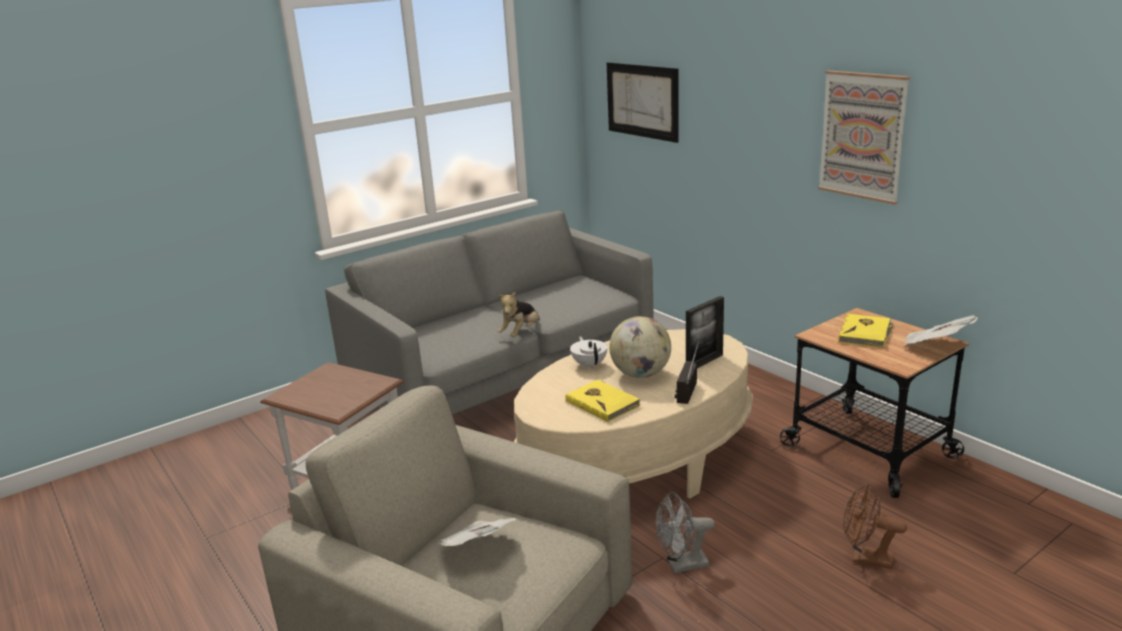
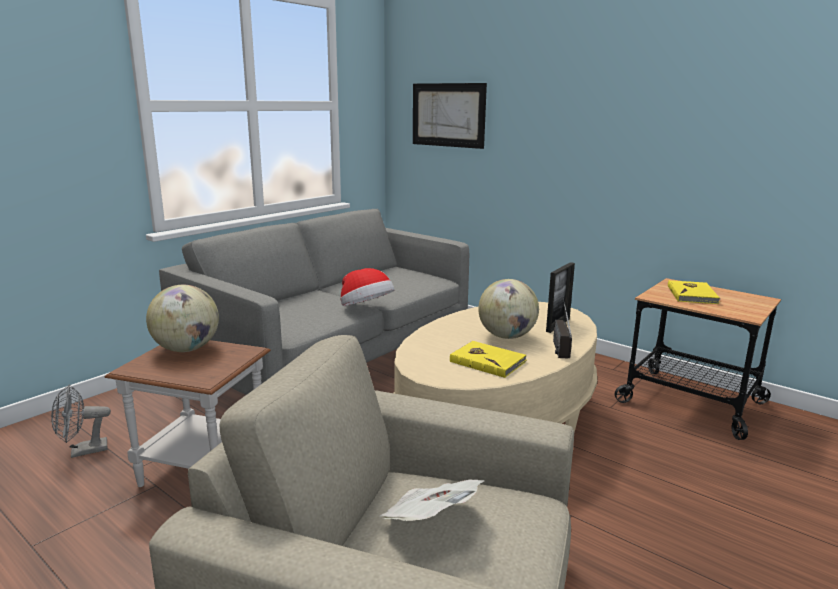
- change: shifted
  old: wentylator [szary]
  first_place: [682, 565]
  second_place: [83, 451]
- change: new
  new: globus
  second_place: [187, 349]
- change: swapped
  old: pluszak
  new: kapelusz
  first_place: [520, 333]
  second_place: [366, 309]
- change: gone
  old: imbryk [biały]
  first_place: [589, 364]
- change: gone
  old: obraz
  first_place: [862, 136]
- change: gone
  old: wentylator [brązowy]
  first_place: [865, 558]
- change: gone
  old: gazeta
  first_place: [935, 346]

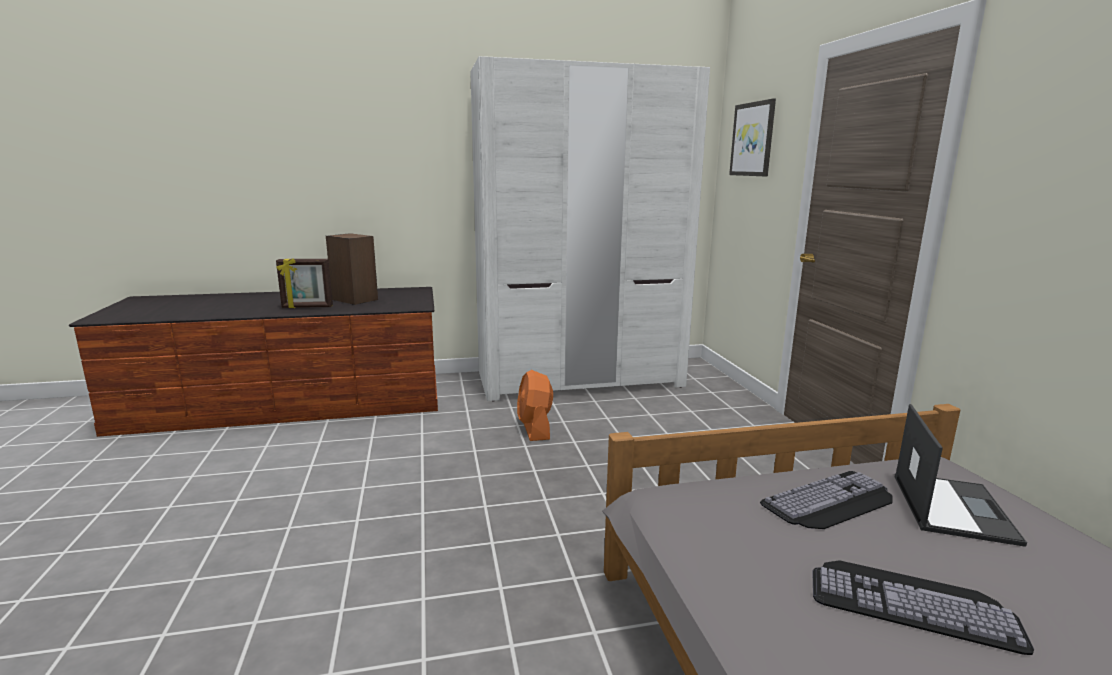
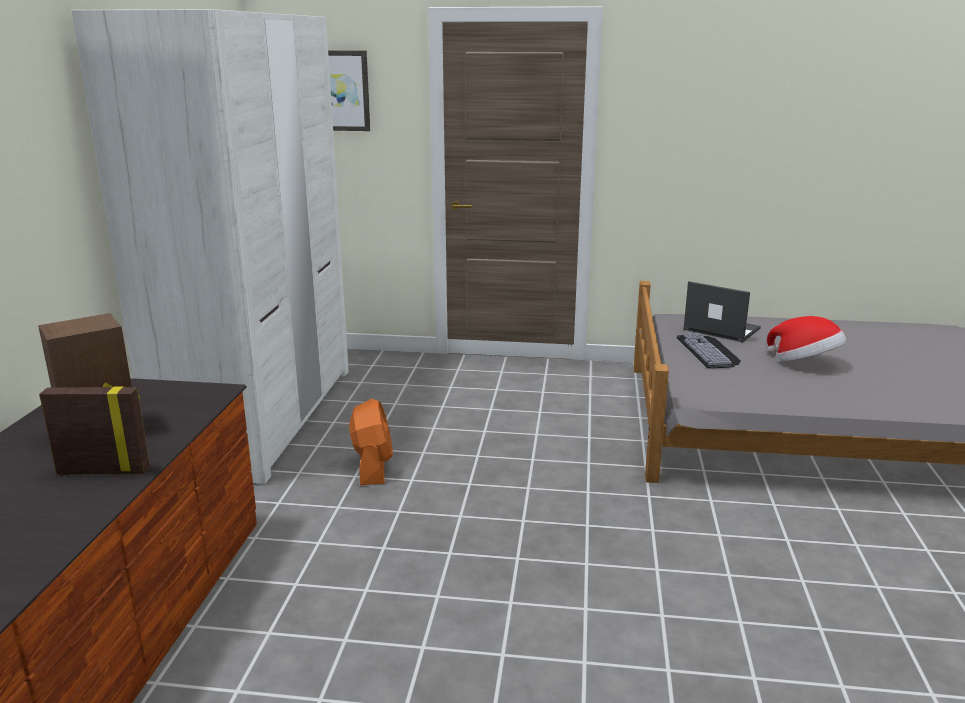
- change: rotated
  old: ramka na zdjęcie
  first_place: [307, 307]
  second_place: [104, 470]
  degrees: -105
- change: rotated
  old: wentylator [pomarańczowy]
  first_place: [535, 428]
  second_place: [373, 467]
  degrees: -105
- change: swapped
  old: klawiatura
  new: kapelusz
  first_place: [913, 601]
  second_place: [805, 363]

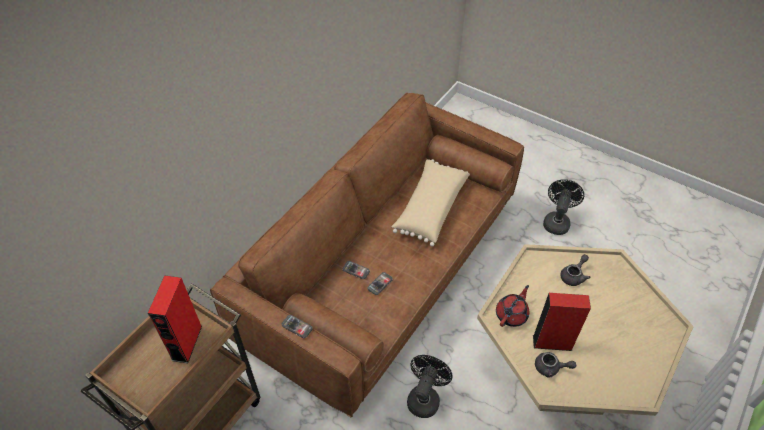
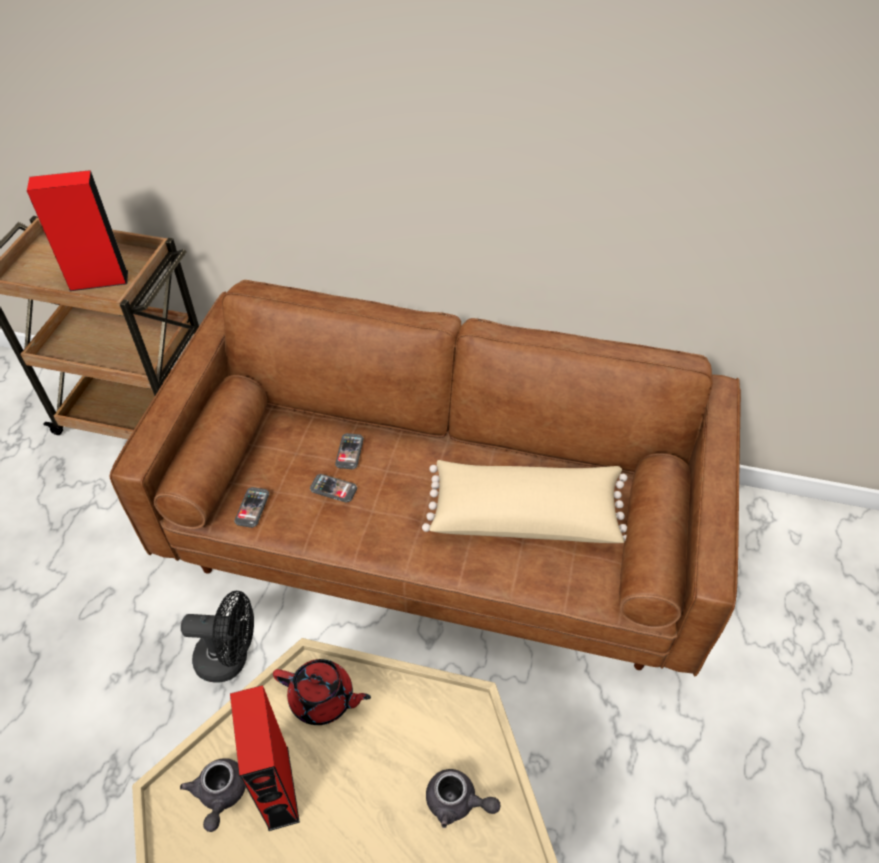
- change: shifted
  old: telefon
  first_place: [297, 327]
  second_place: [252, 508]
- change: gone
  old: wentylator [czarny]
  first_place: [556, 221]

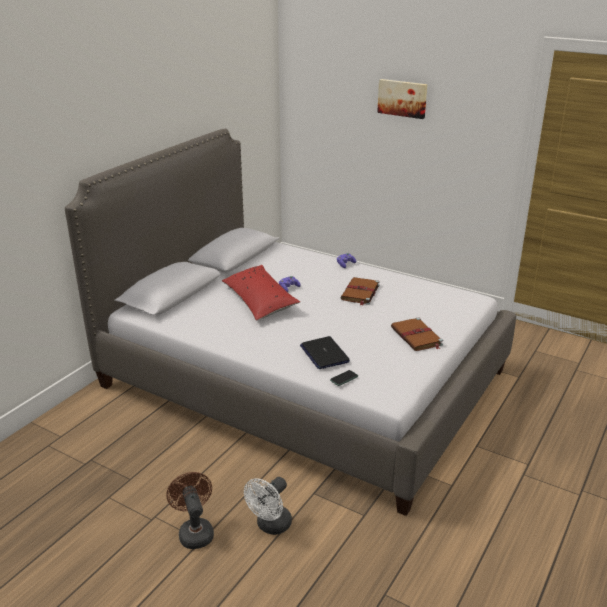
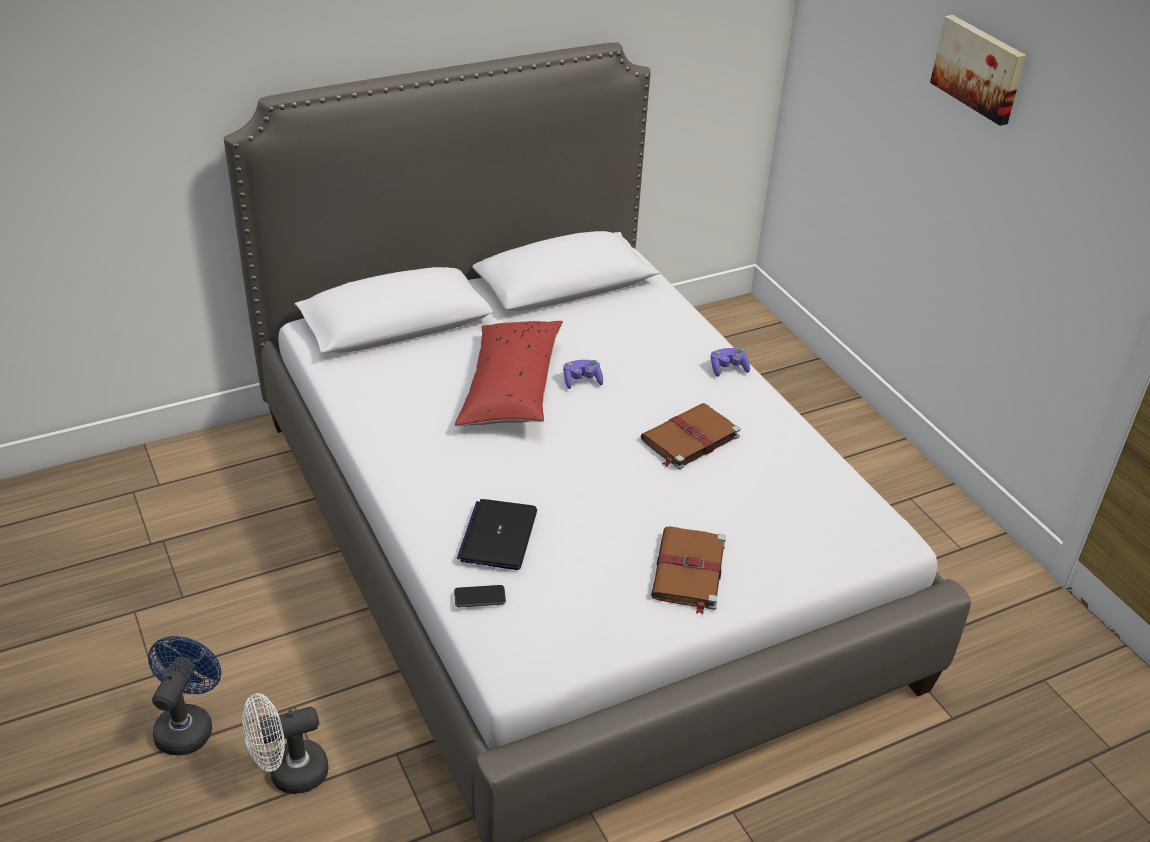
- change: repainted
  old: wentylator [brązowy]
  new: wentylator [niebieski]
  first_place: [194, 532]
  second_place: [187, 725]

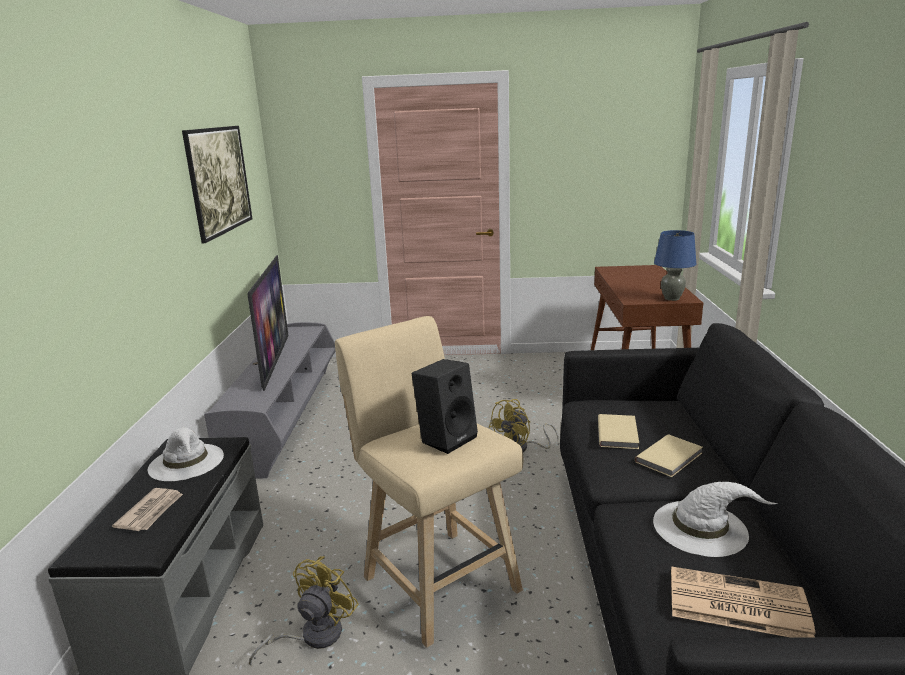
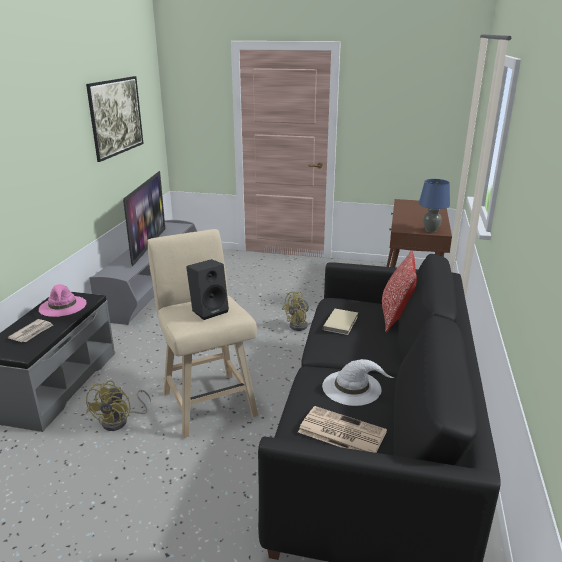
- change: repainted
  old: kapelusz [biały]
  new: kapelusz [różowy]
  first_place: [187, 462]
  second_place: [63, 306]
- change: rotated
  old: wentylator [żółty]
  first_place: [312, 636]
  second_place: [120, 421]
  degrees: 150
- change: new
  new: poduszka
  second_place: [395, 316]
- change: gone
  old: książka [beżowy]
  first_place: [670, 457]

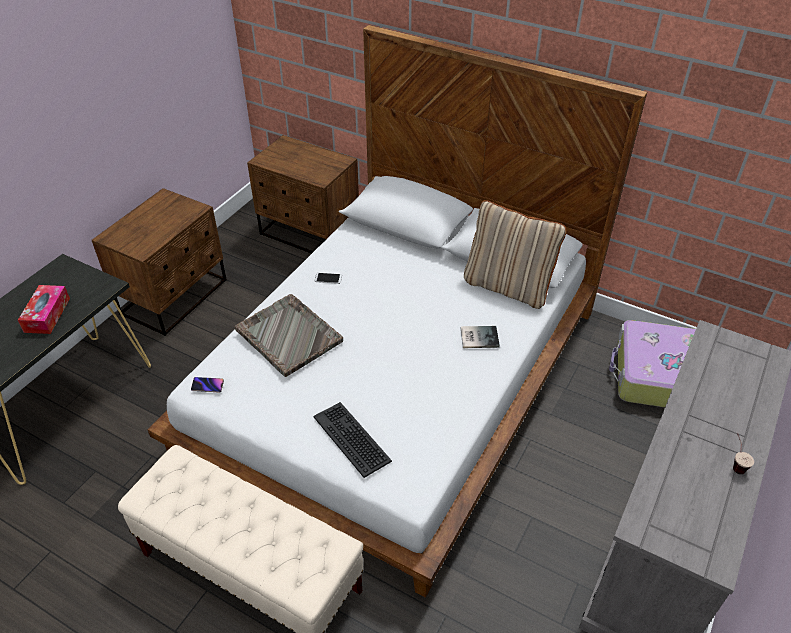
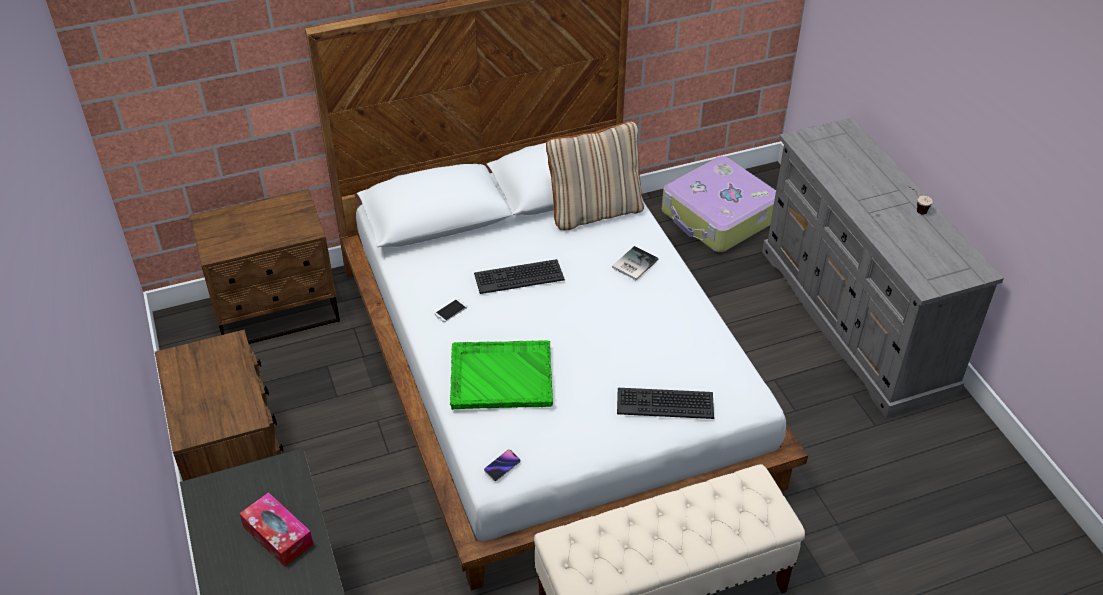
- change: repainted
  old: taca [szary]
  new: taca [zielony]
  first_place: [288, 335]
  second_place: [500, 376]
- change: new
  new: klawiatura
  second_place: [519, 276]

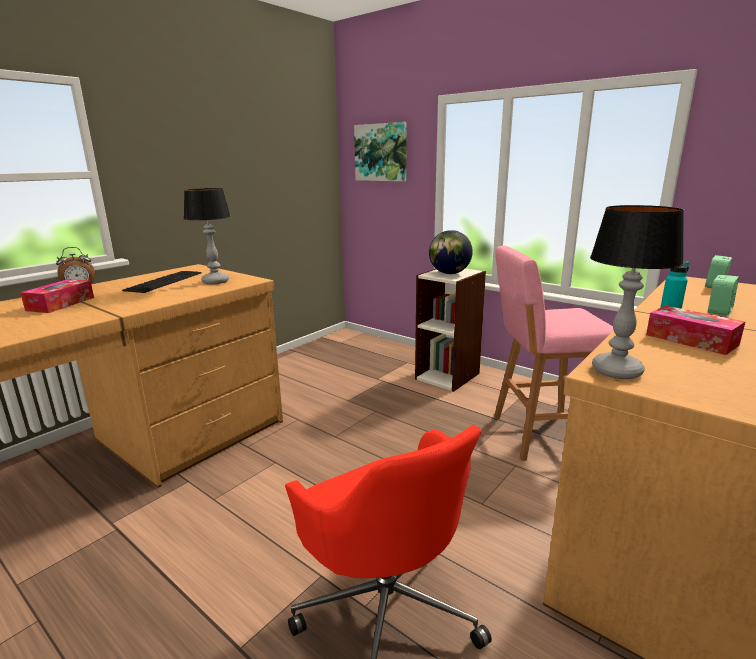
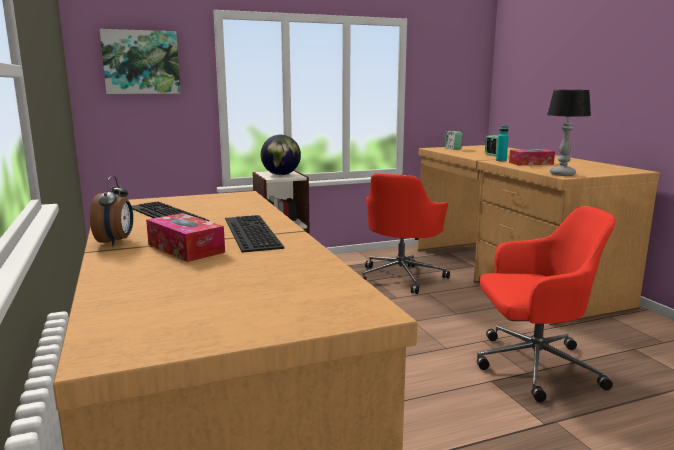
- change: new
  new: klawiatura
  second_place: [249, 232]
- change: swapped
  old: stołek [różowy]
  new: krzesło biurowe [czerwony]
  first_place: [539, 435]
  second_place: [401, 277]
- change: gone
  old: lampa stołowa
  first_place: [216, 281]

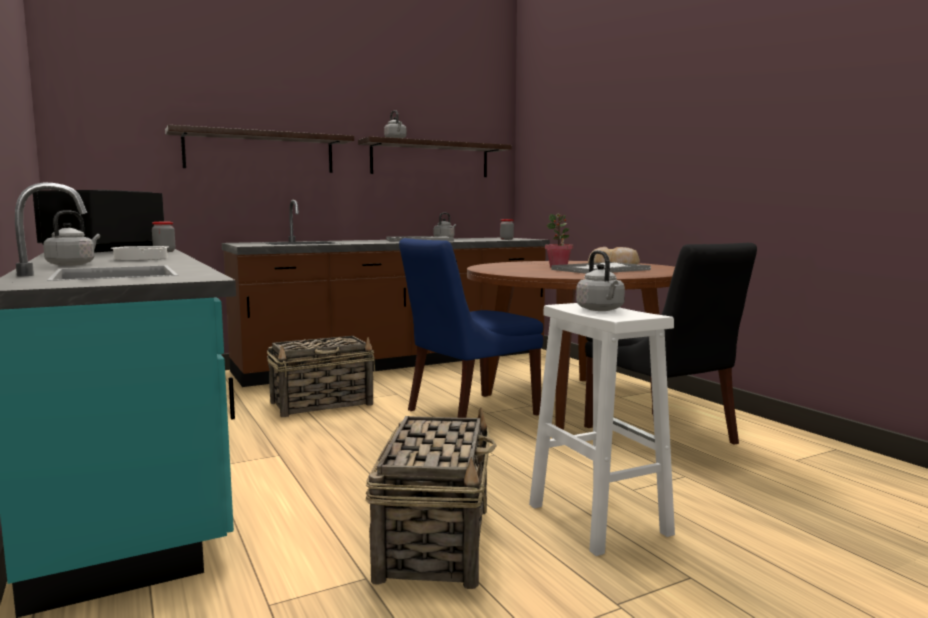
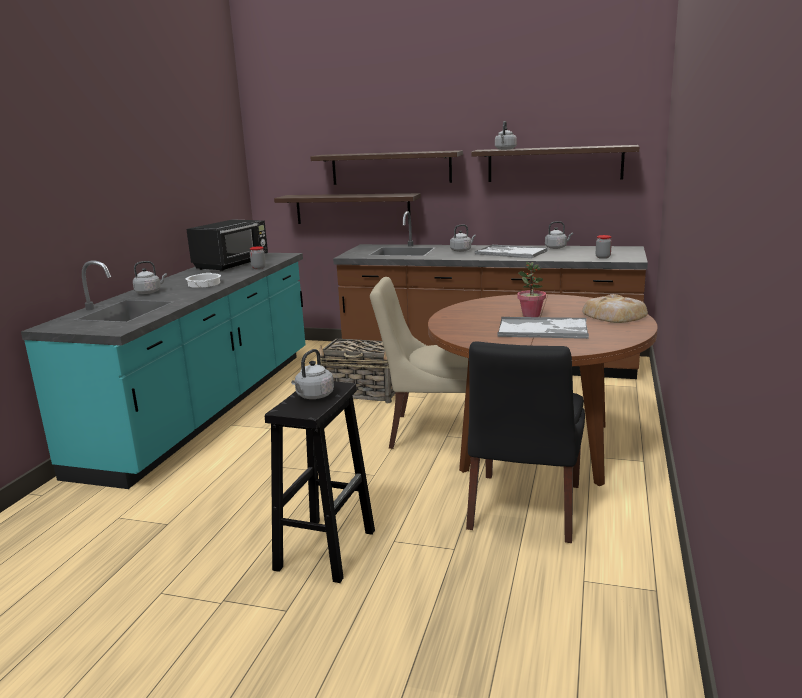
- change: rotated
  old: mikrofalówka [czarny]
  first_place: [103, 252]
  second_place: [232, 264]
  degrees: 150
- change: repainted
  old: stołek [biały]
  new: stołek [czarny]
  first_place: [596, 518]
  second_place: [326, 548]
- change: new
  new: półka
  second_place: [352, 209]
- change: repainted
  old: krzesło [niebieski]
  new: krzesło [beżowy]
  first_place: [469, 413]
  second_place: [433, 432]
- change: new
  new: czajnik [szary]
  second_place: [461, 250]
- change: gone
  old: koszyk
  first_place: [435, 542]

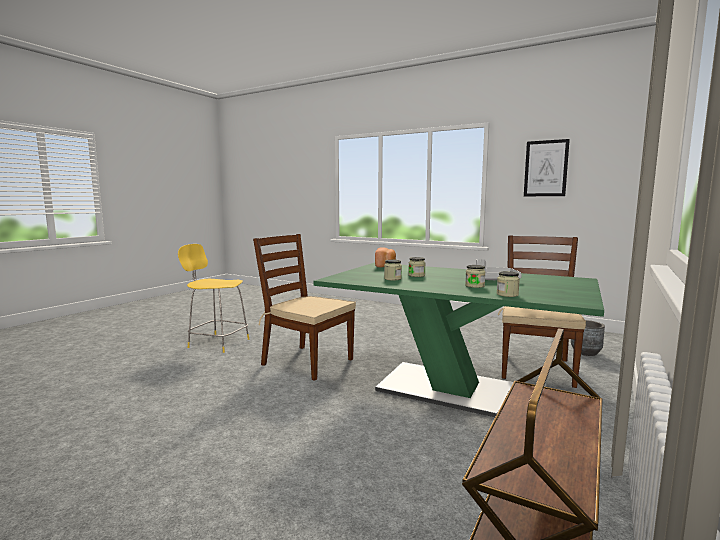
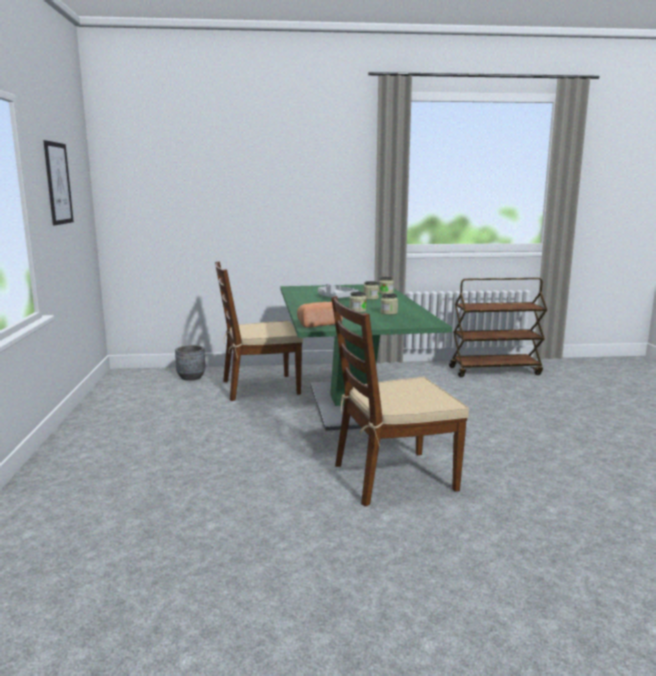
- change: rotated
  old: krzesło [brązowy]
  first_place: [306, 362]
  second_place: [393, 477]
  degrees: 75
- change: gone
  old: stołek [żółty]
  first_place: [217, 343]

